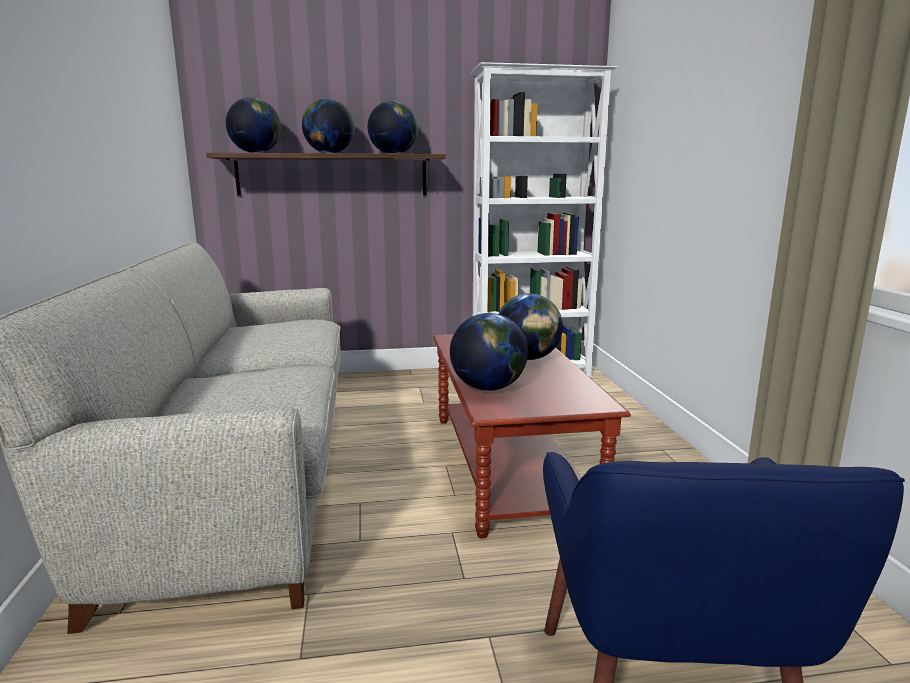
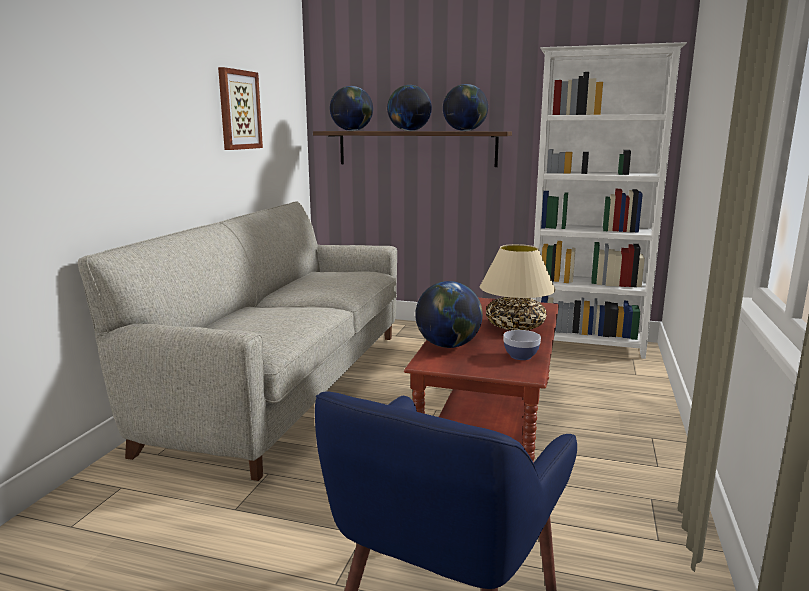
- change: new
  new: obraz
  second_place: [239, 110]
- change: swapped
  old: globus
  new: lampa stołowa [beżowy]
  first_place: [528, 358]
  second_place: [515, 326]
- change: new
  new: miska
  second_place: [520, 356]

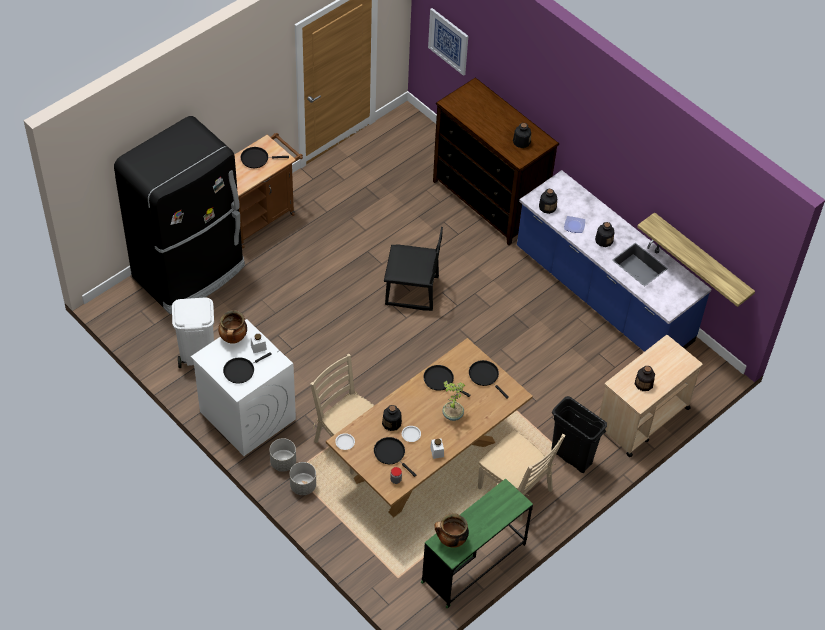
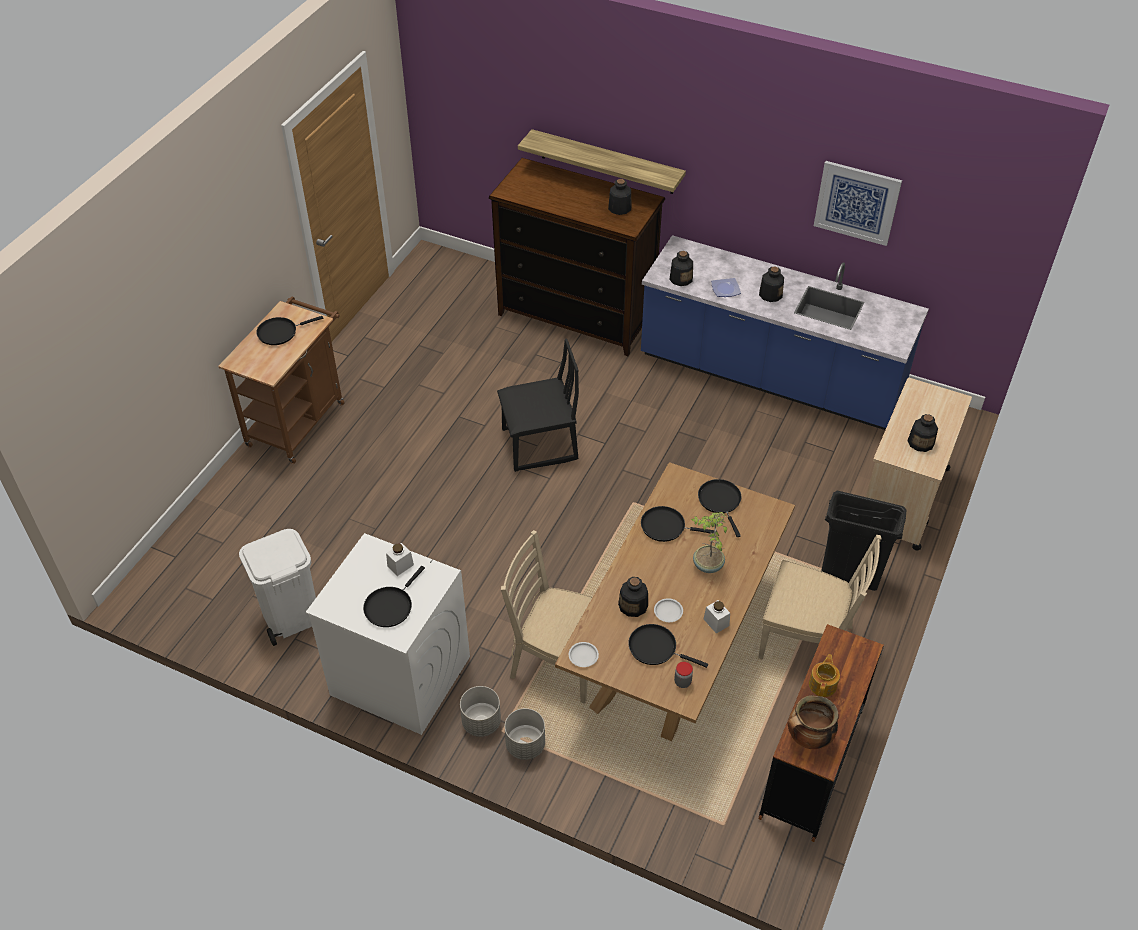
- change: shifted
  old: półka
  first_place: [702, 258]
  second_place: [607, 162]
- change: rotated
  old: patelnia [czarny]
  first_place: [485, 376]
  second_place: [720, 501]
  degrees: 45
- change: repainted
  old: biurko [zielony]
  new: biurko [brązowy]
  first_place: [474, 563]
  second_place: [812, 763]
- change: new
  new: imbryk
  second_place: [823, 684]
- change: shifted
  old: obraz
  first_place: [448, 41]
  second_place: [857, 202]
- change: gone
  old: lodówka [czarny]
  first_place: [190, 272]
- change: gone
  old: garnek
  first_place: [233, 338]

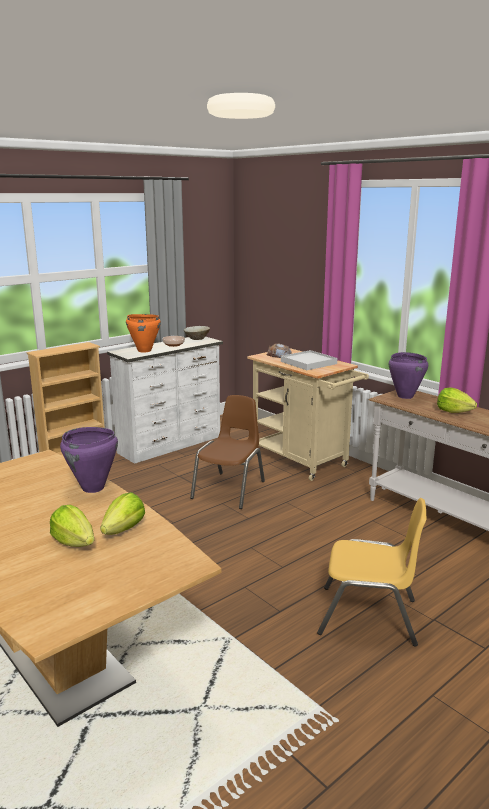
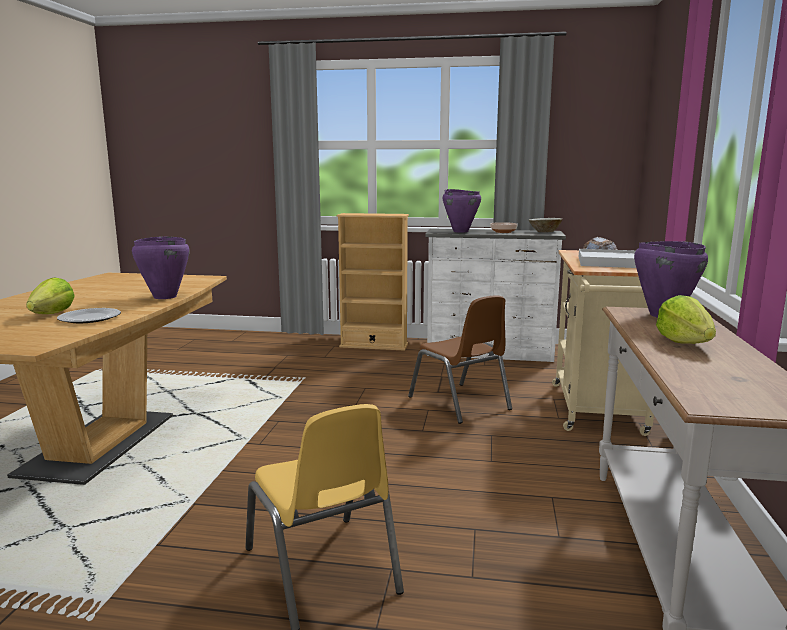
- change: swapped
  old: sałata
  new: talerz
  first_place: [124, 529]
  second_place: [90, 318]
- change: rotated
  old: krzesło [brązowy]
  first_place: [230, 490]
  second_place: [459, 403]
  degrees: 75
- change: repainted
  old: garnek [pomarańczowy]
  new: garnek [fioletowy]
  first_place: [144, 350]
  second_place: [460, 231]

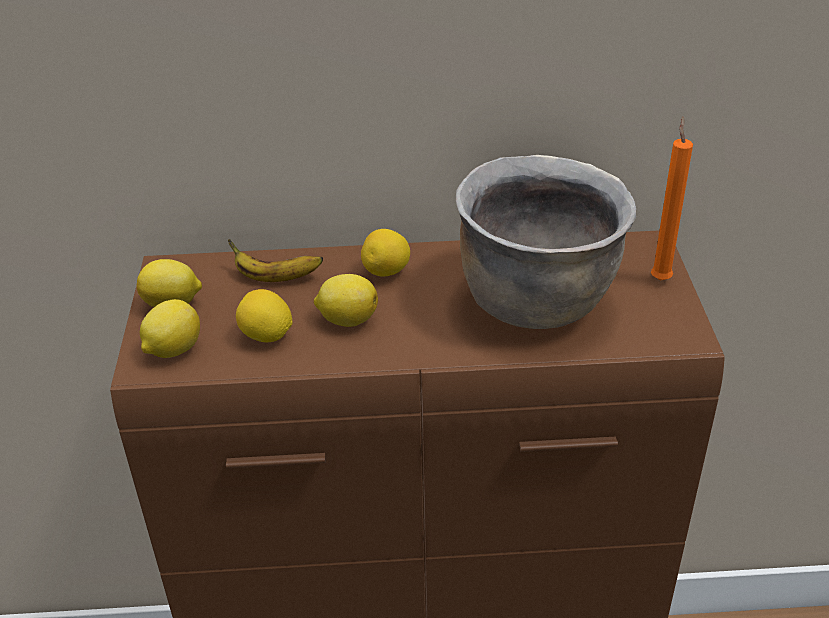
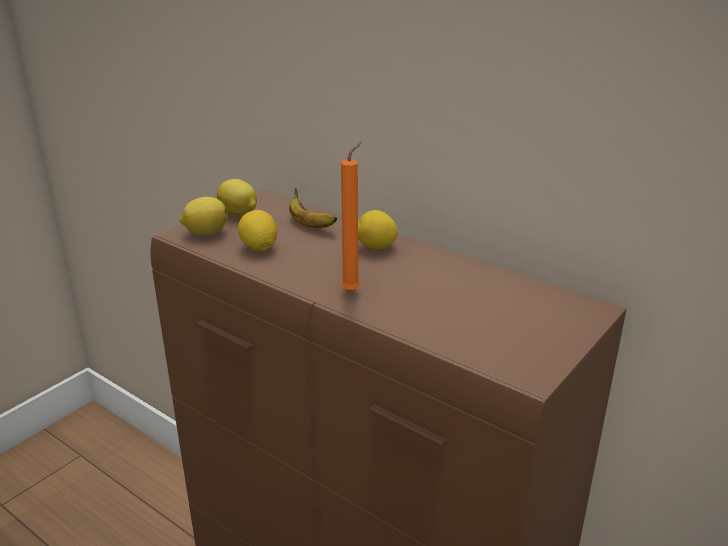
- change: shifted
  old: świeca [pomarańczowy]
  first_place: [660, 278]
  second_place: [353, 291]
- change: gone
  old: cytryna
  first_place: [347, 319]
- change: gone
  old: garnek [brązowy]
  first_place: [537, 301]

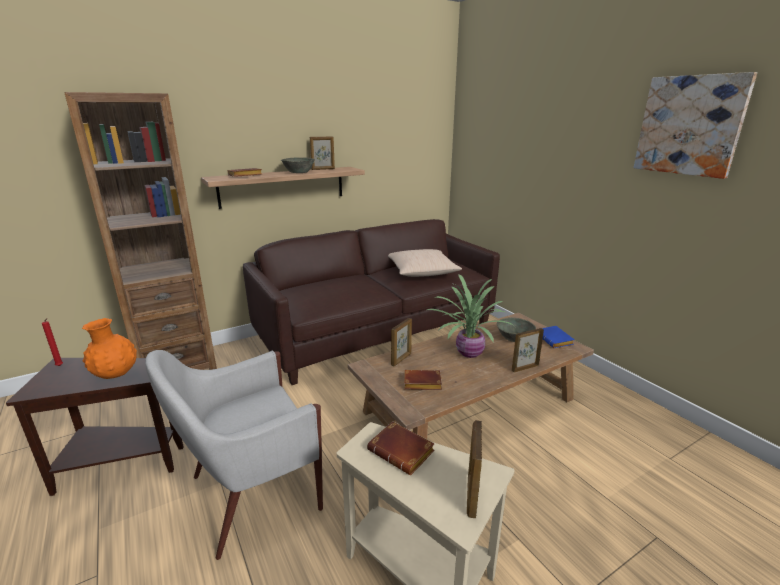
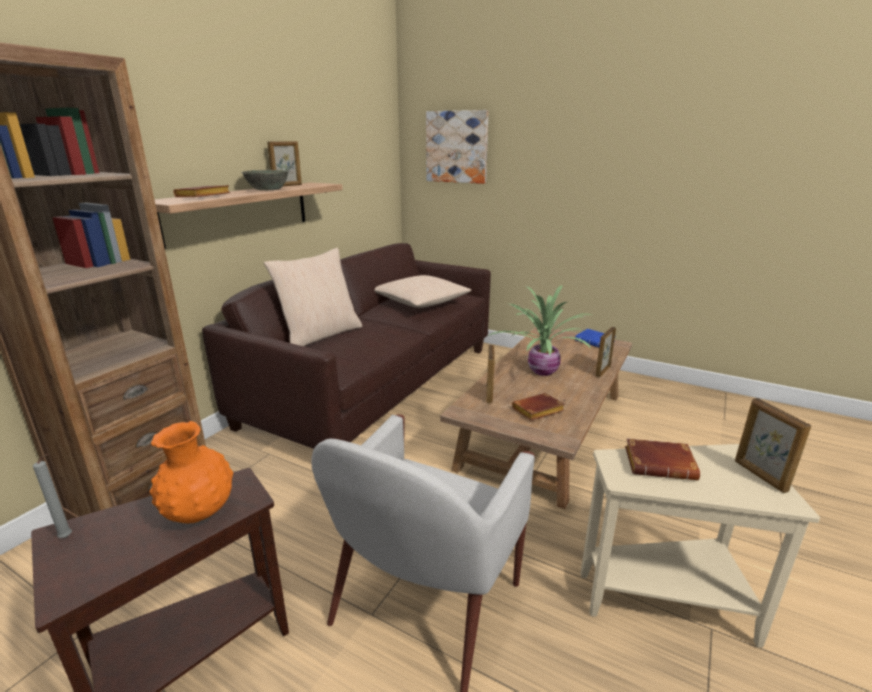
- change: repainted
  old: świeca [czerwony]
  new: świeca [szary]
  first_place: [60, 366]
  second_place: [68, 537]
- change: new
  new: poduszka [beżowy]
  second_place: [320, 335]
- change: shifted
  old: obraz
  first_place: [690, 125]
  second_place: [457, 147]
- change: gone
  old: miska [szary]
  first_place: [514, 338]

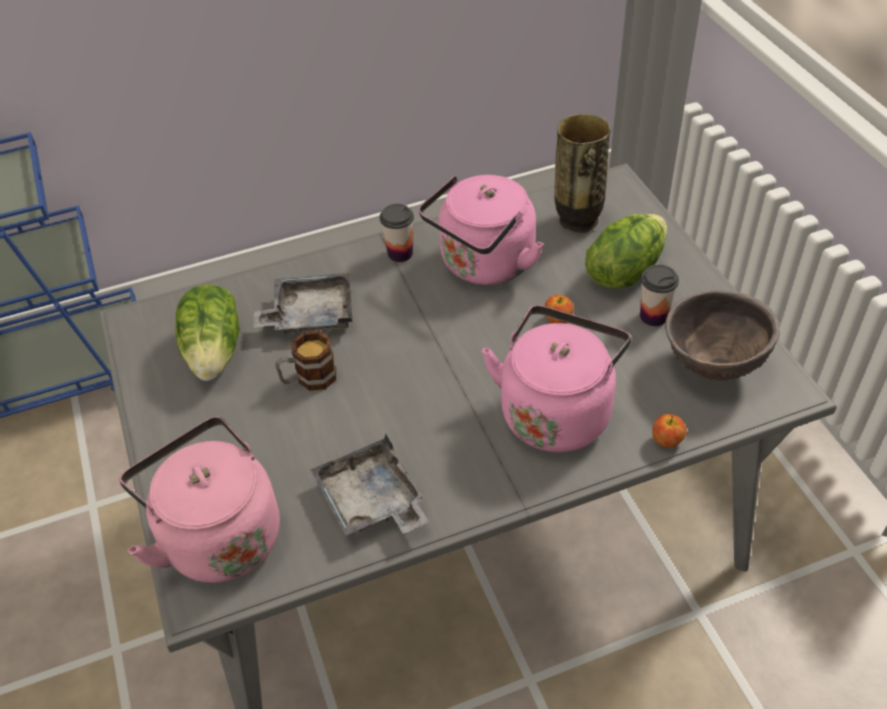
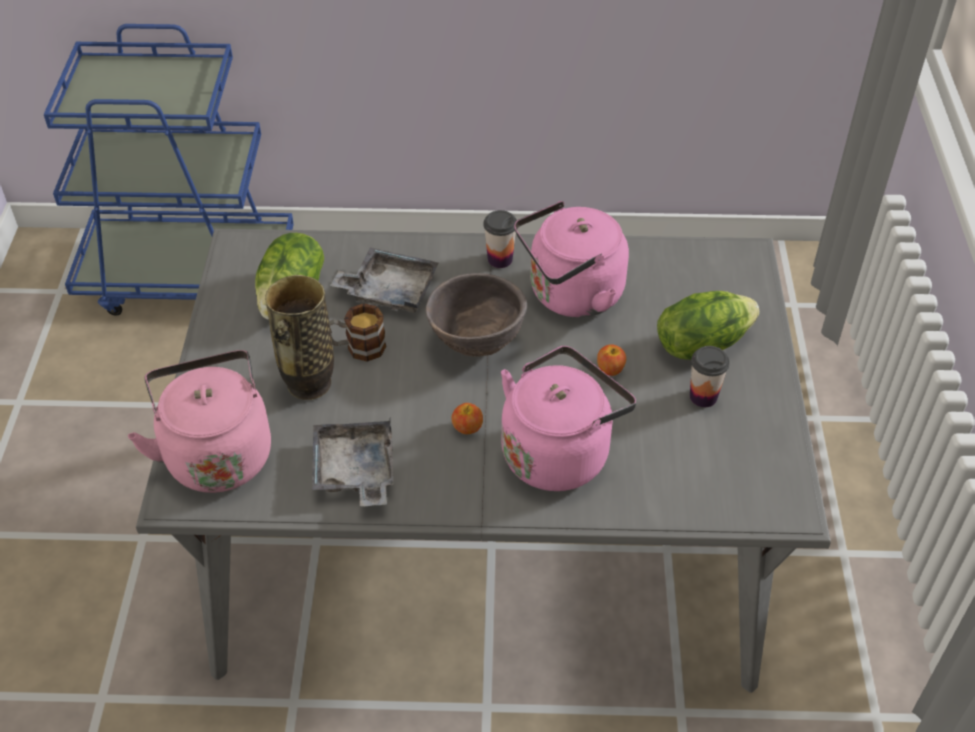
- change: shifted
  old: wazon
  first_place: [577, 221]
  second_place: [308, 384]
- change: shifted
  old: miska [brązowy]
  first_place: [712, 366]
  second_place: [476, 344]
- change: shifted
  old: jabłko
  first_place: [667, 440]
  second_place: [467, 428]

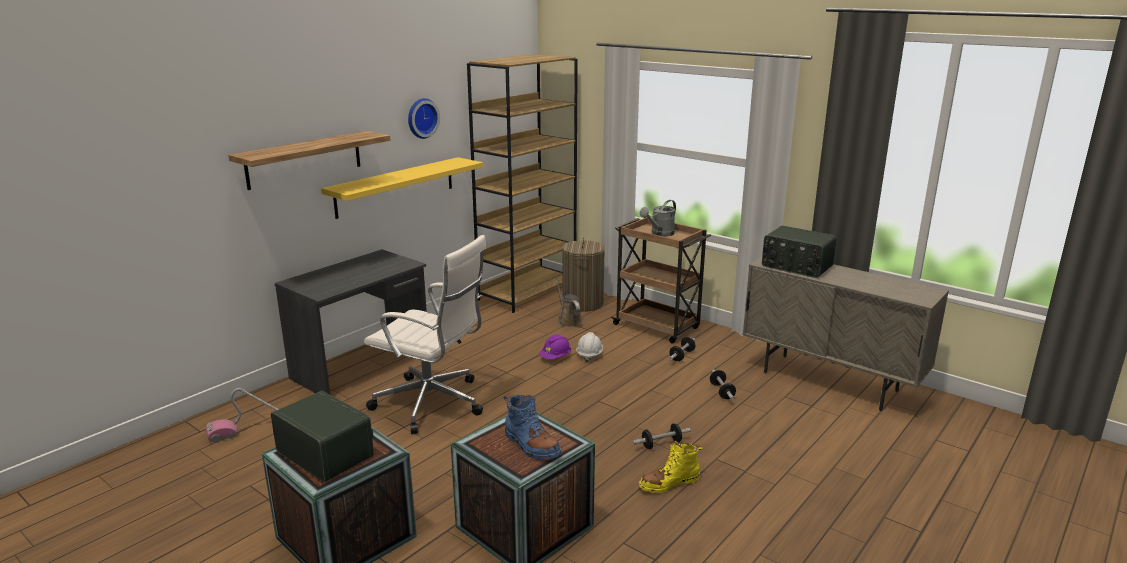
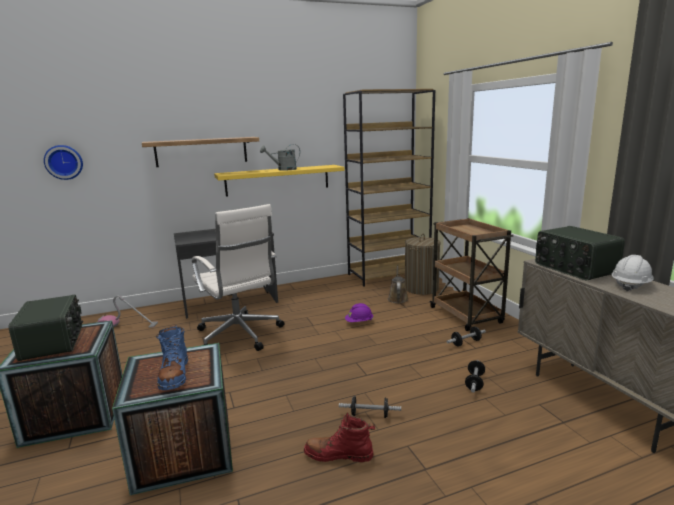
- change: shifted
  old: zegar ścienny
  first_place: [421, 118]
  second_place: [64, 162]
- change: shifted
  old: konewka [szary]
  first_place: [659, 234]
  second_place: [283, 169]
- change: repainted
  old: but z cholewką [żółty]
  new: but z cholewką [czerwony]
  first_place: [669, 483]
  second_place: [339, 455]
- change: shifted
  old: kask [biały]
  first_place: [589, 355]
  second_place: [630, 285]

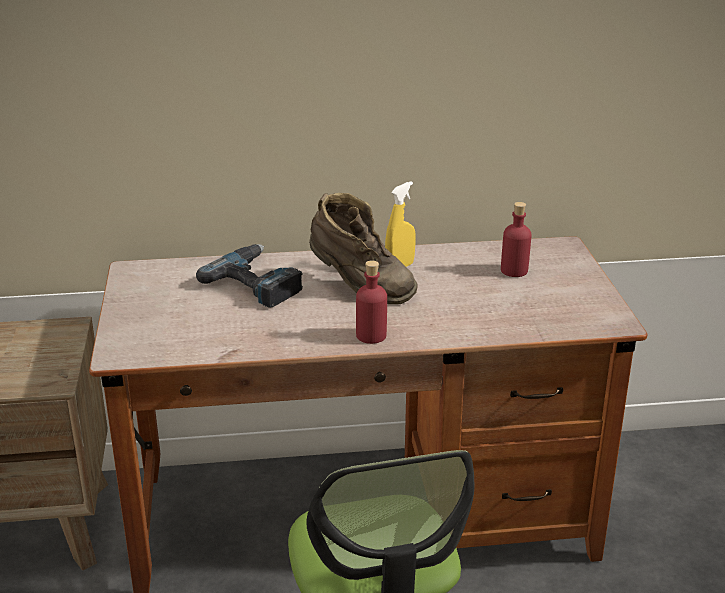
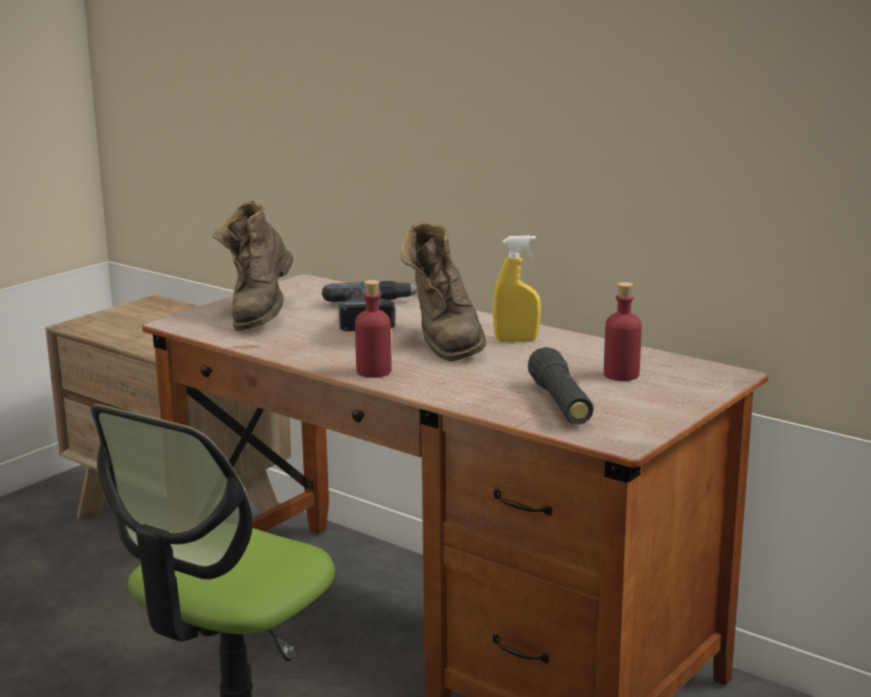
- change: new
  new: but z cholewką [brązowy]
  second_place: [260, 315]
- change: new
  new: latarka [czarny]
  second_place: [560, 403]

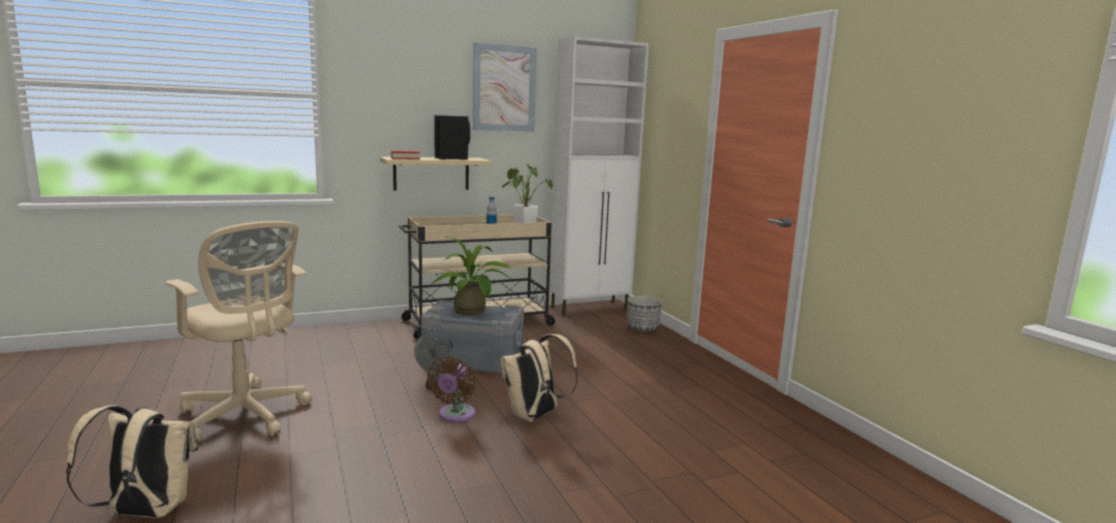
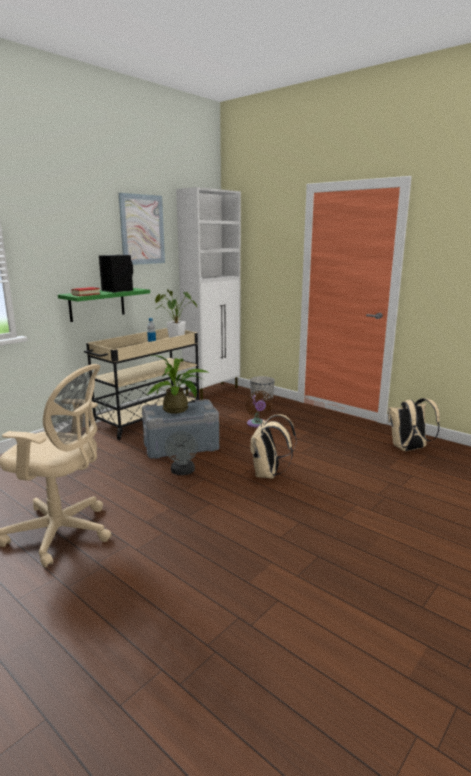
- change: repainted
  old: półka [beżowy]
  new: półka [zielony]
  first_place: [431, 173]
  second_place: [97, 304]
- change: shifted
  old: wentylator [brązowy]
  first_place: [455, 415]
  second_place: [257, 424]
- change: shifted
  old: plecak [beżowy]
  first_place: [144, 512]
  second_place: [408, 449]

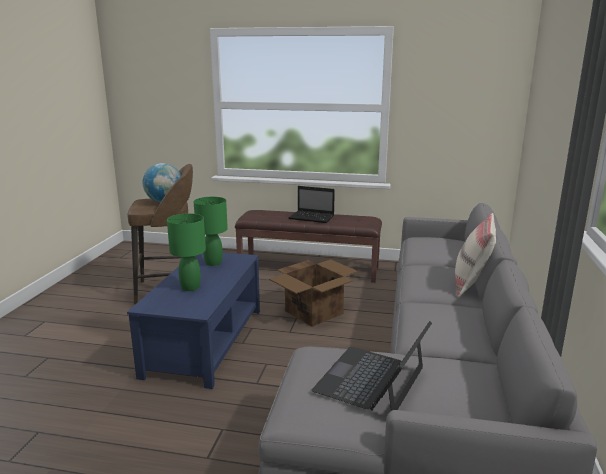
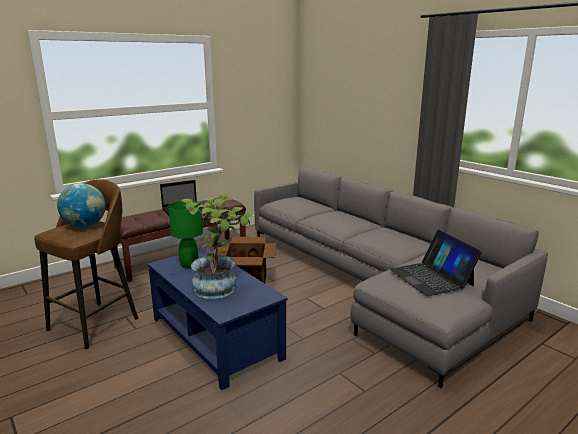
- change: swapped
  old: lampa stołowa [zielony]
  new: roślina doniczkowa
  first_place: [190, 287]
  second_place: [220, 286]
- change: gone
  old: poduszka [beżowy]
  first_place: [471, 285]

